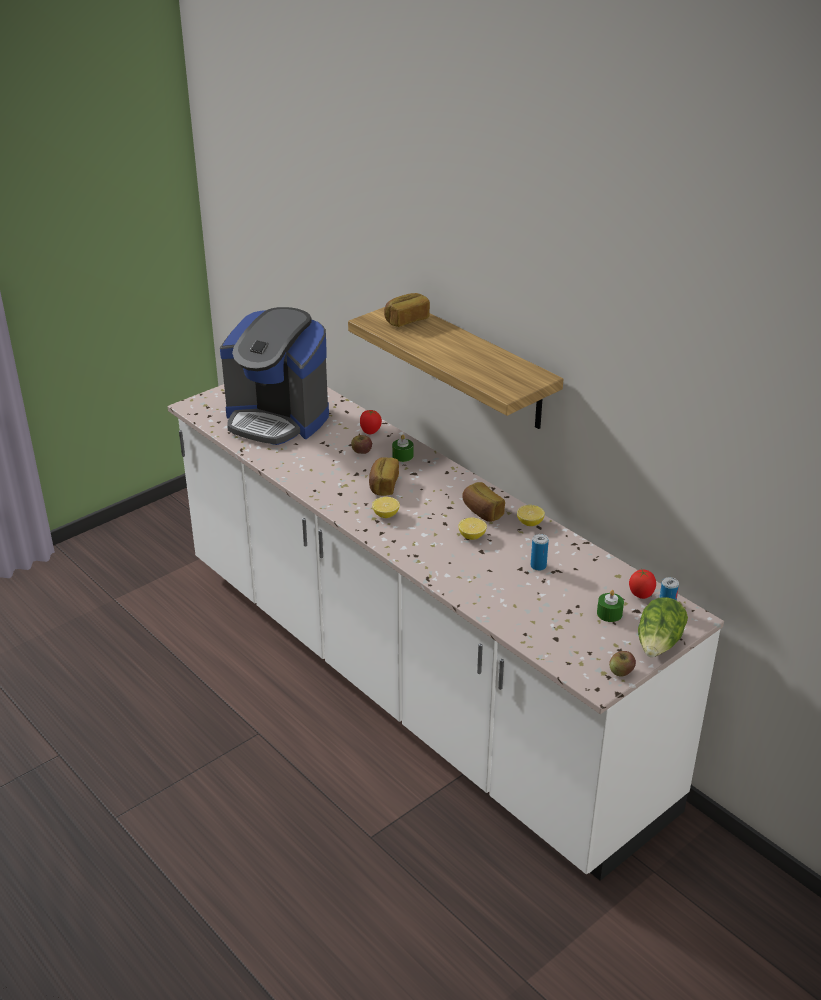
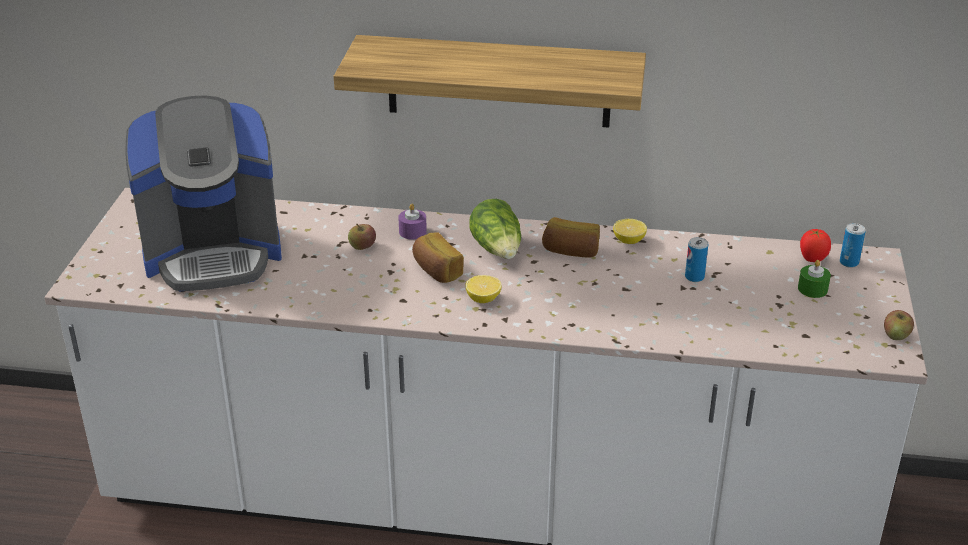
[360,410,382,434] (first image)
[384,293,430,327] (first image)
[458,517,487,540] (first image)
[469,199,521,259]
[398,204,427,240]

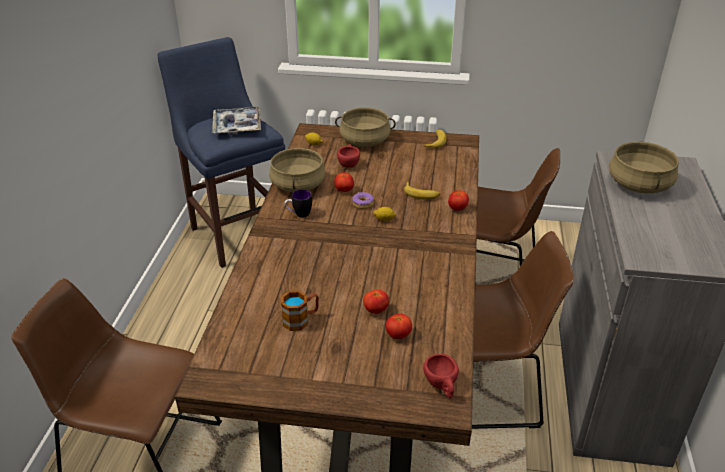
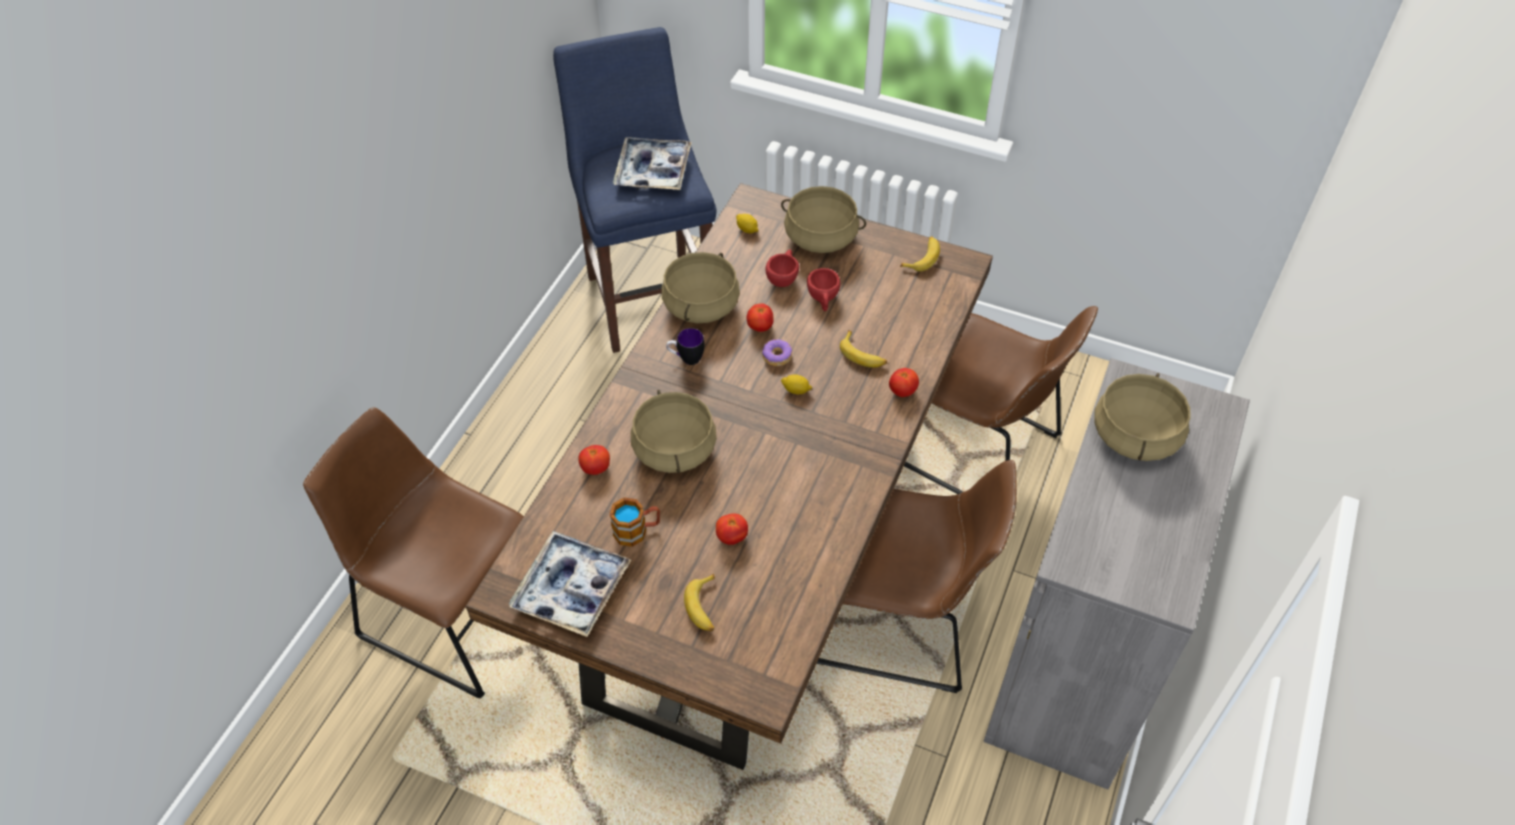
[509,531,631,637]
[631,390,717,473]
[684,573,715,632]
[578,445,610,475]
[807,268,840,311]

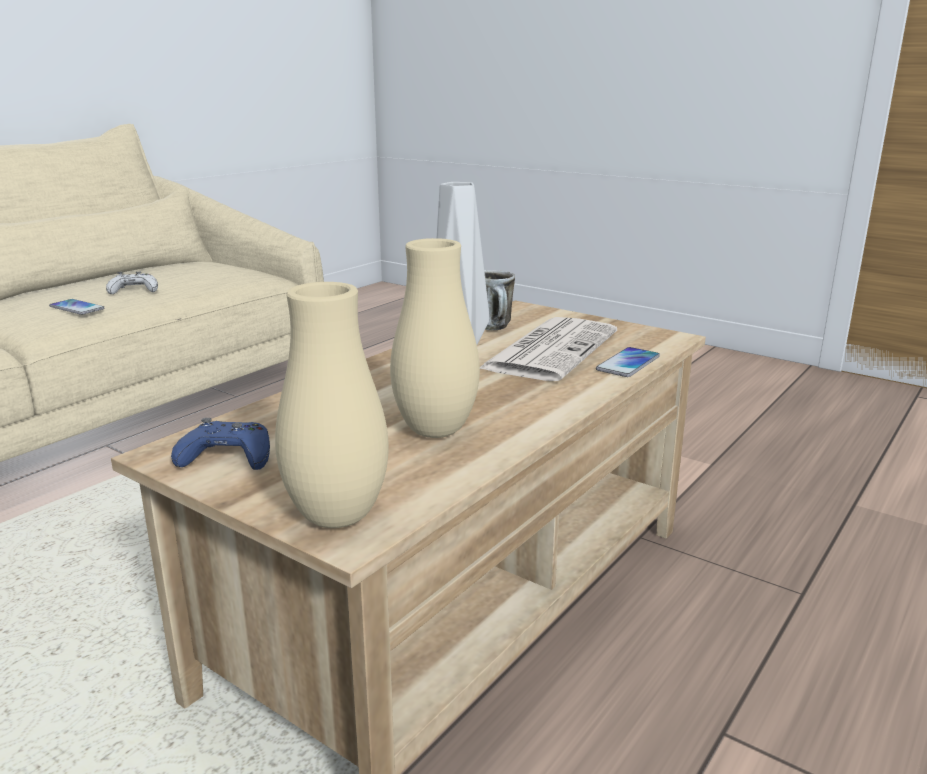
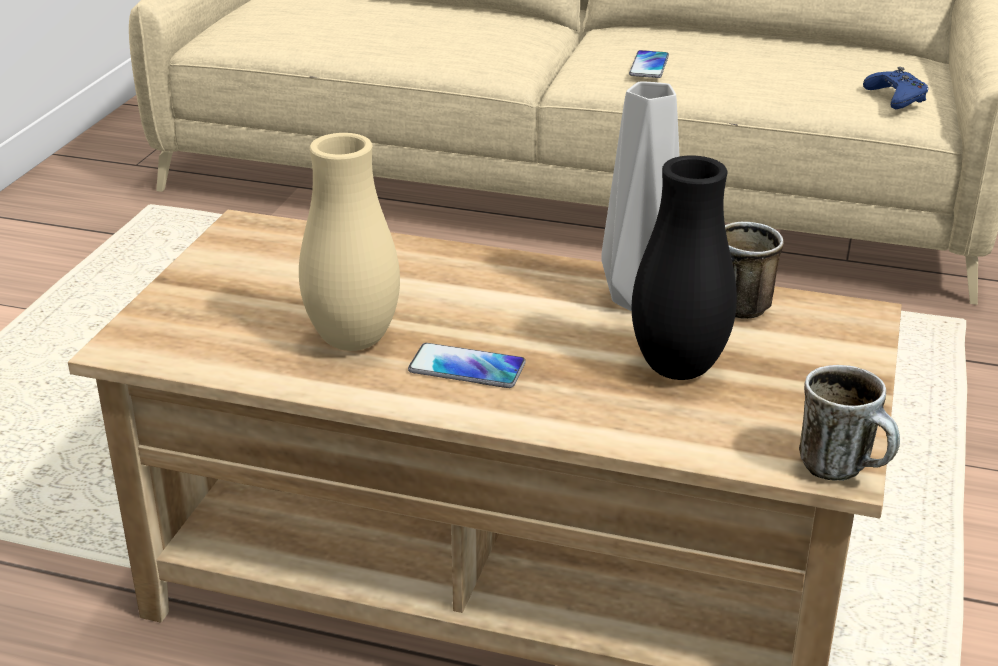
[106,272,158,294] (first image)
[275,282,389,528] (first image)
[799,365,900,481]
[863,67,928,109]
[408,343,526,388]
[632,156,737,380]

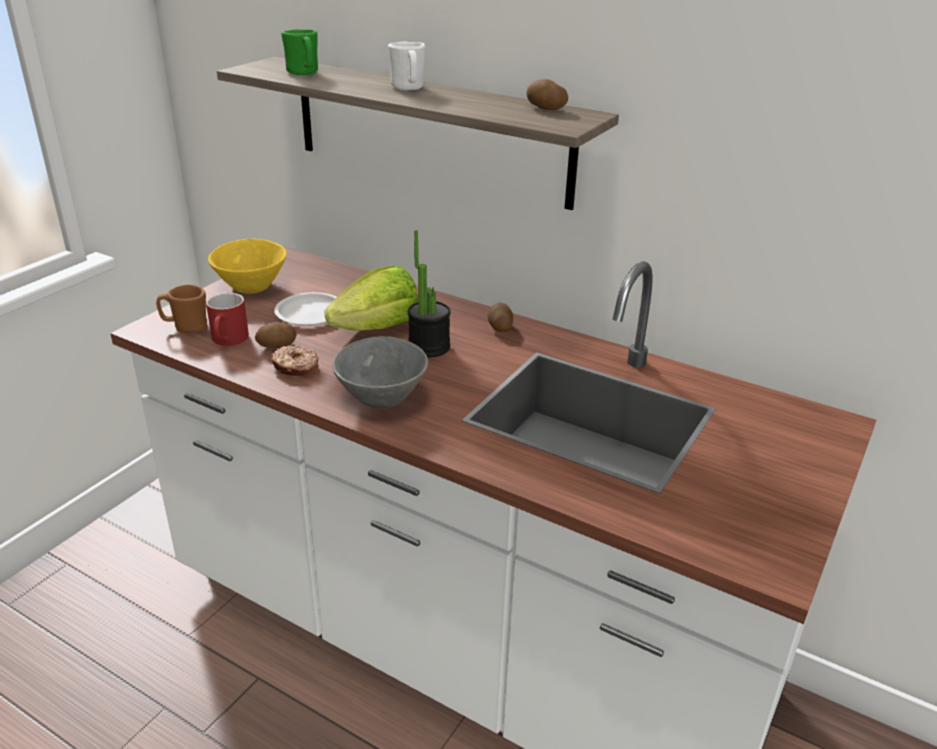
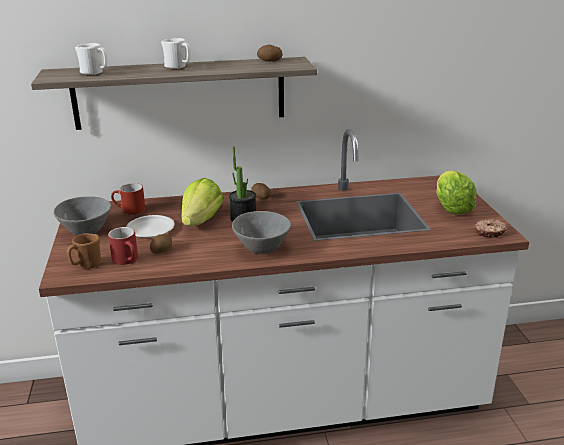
[111,183,146,215]
[436,170,477,215]
[475,219,507,238]
[53,196,111,235]
[75,43,108,75]

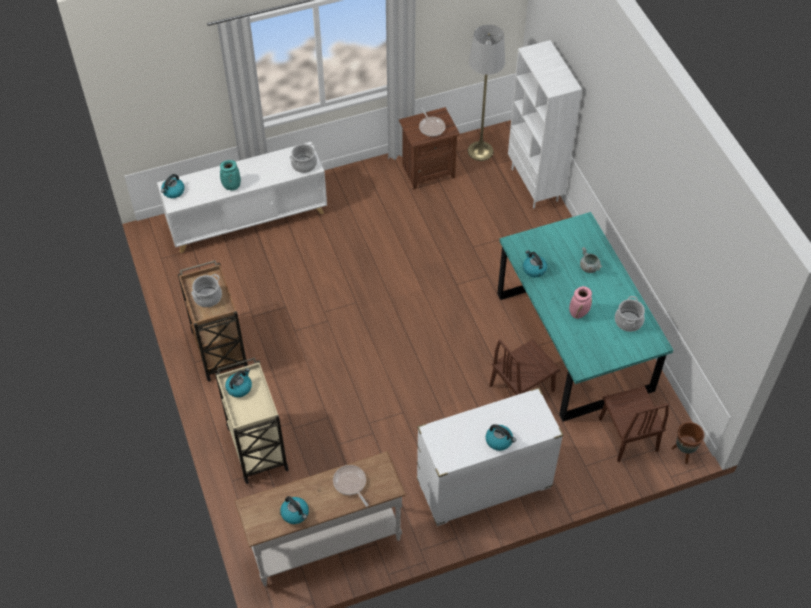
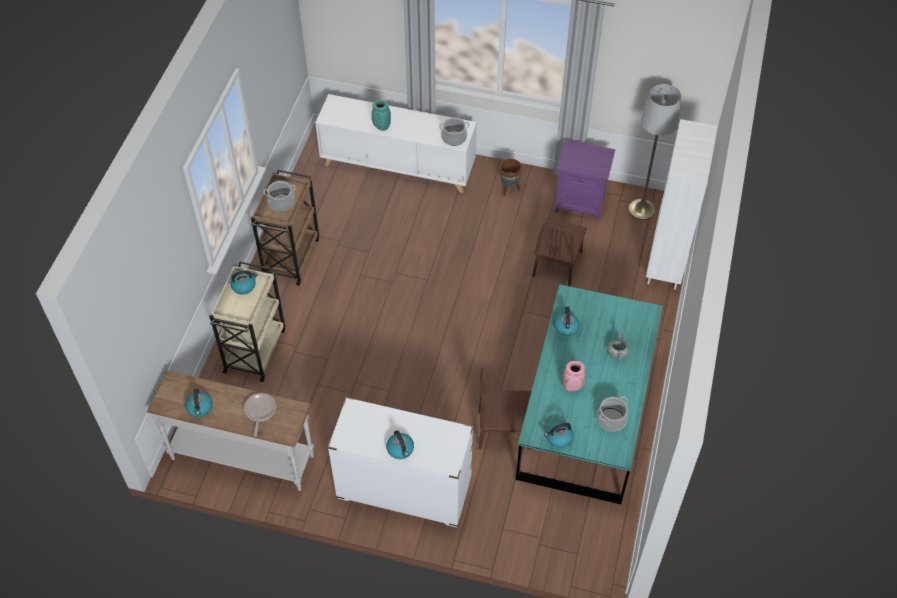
[419,107,445,137] (first image)
[544,422,574,448]
[532,217,587,286]
[499,158,522,196]
[555,140,615,221]

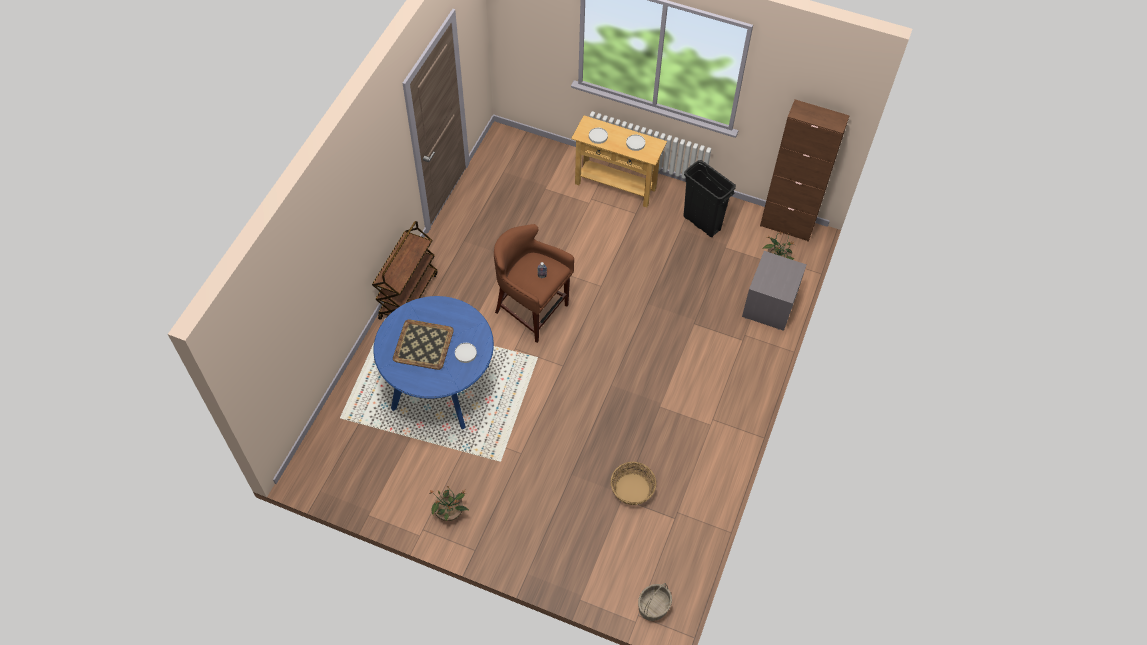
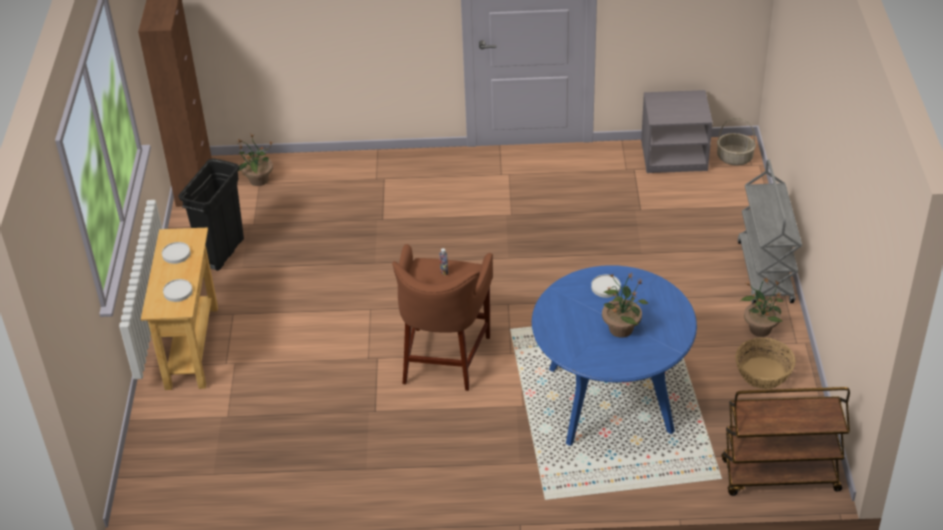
[738,160,802,304]
[722,387,850,496]
[735,338,796,389]
[641,90,713,173]
[602,273,648,338]

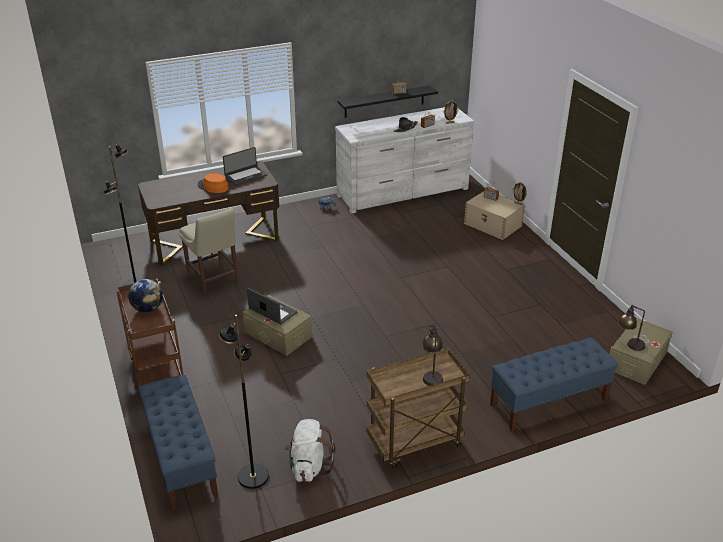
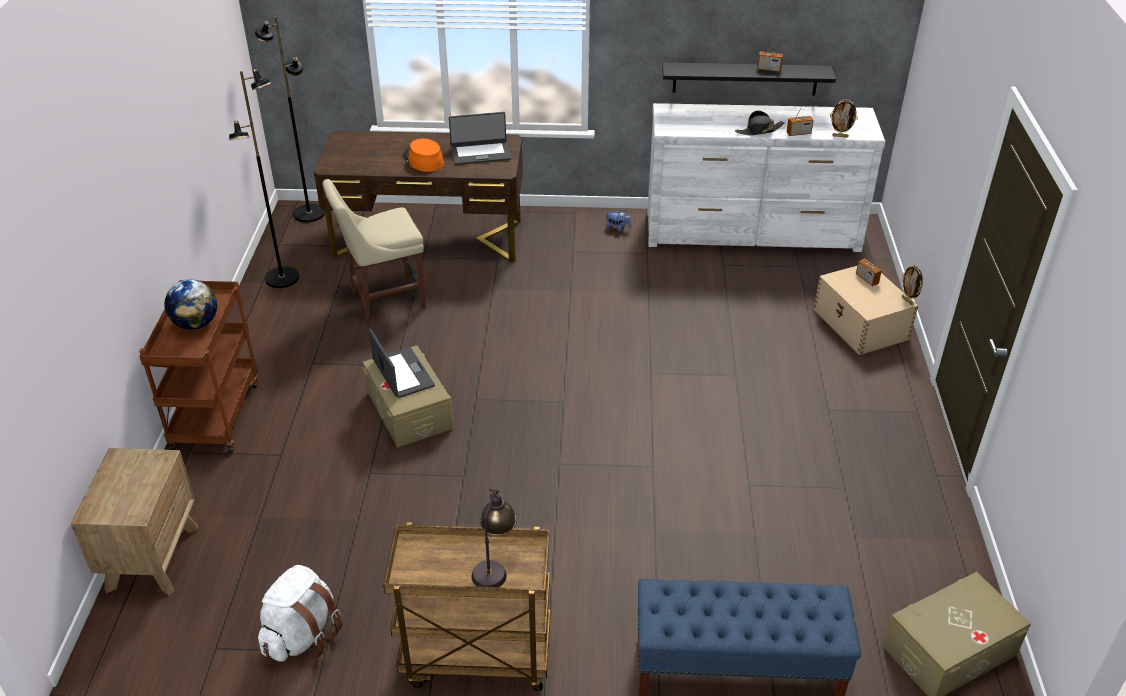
[618,305,646,351] (first image)
[254,16,325,222]
[70,448,199,595]
[323,179,426,323]

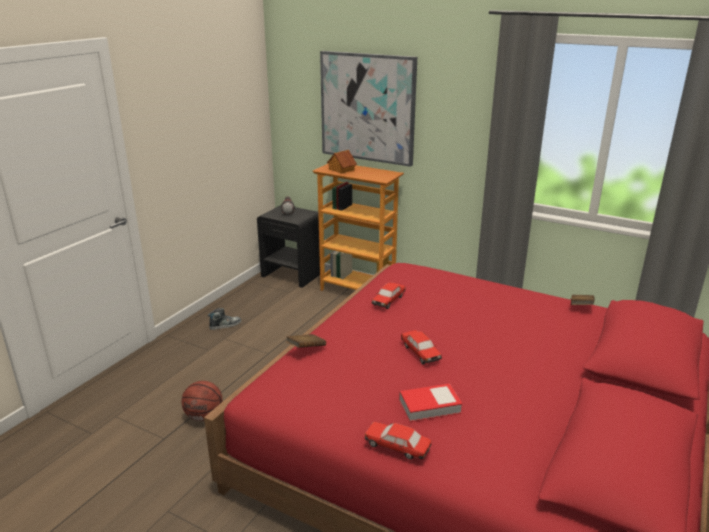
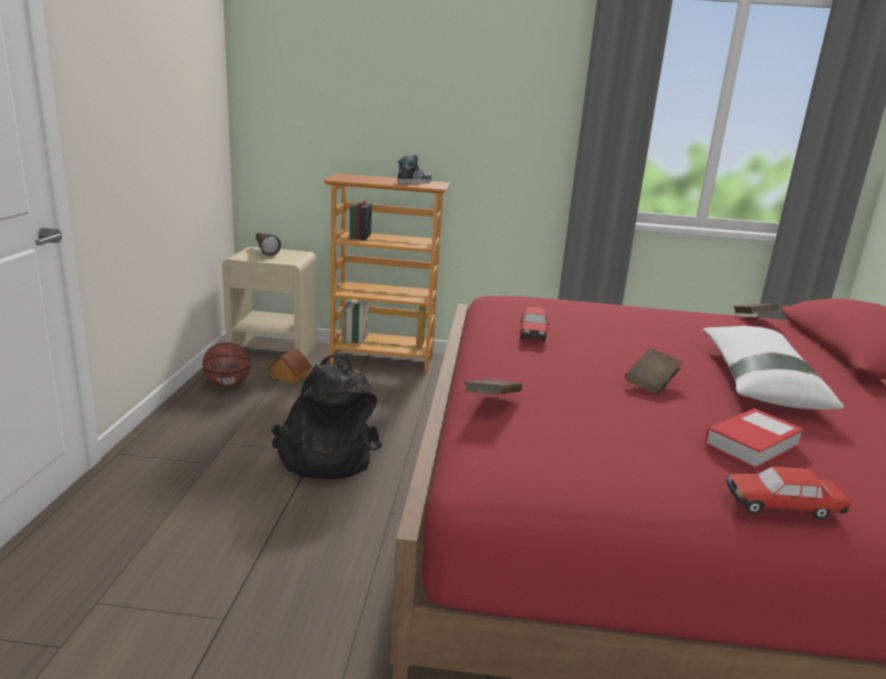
[320,51,417,167] (first image)
[271,353,382,479]
[703,326,844,410]
[203,342,250,388]
[397,155,432,184]
[267,347,312,384]
[625,348,683,395]
[222,247,317,358]

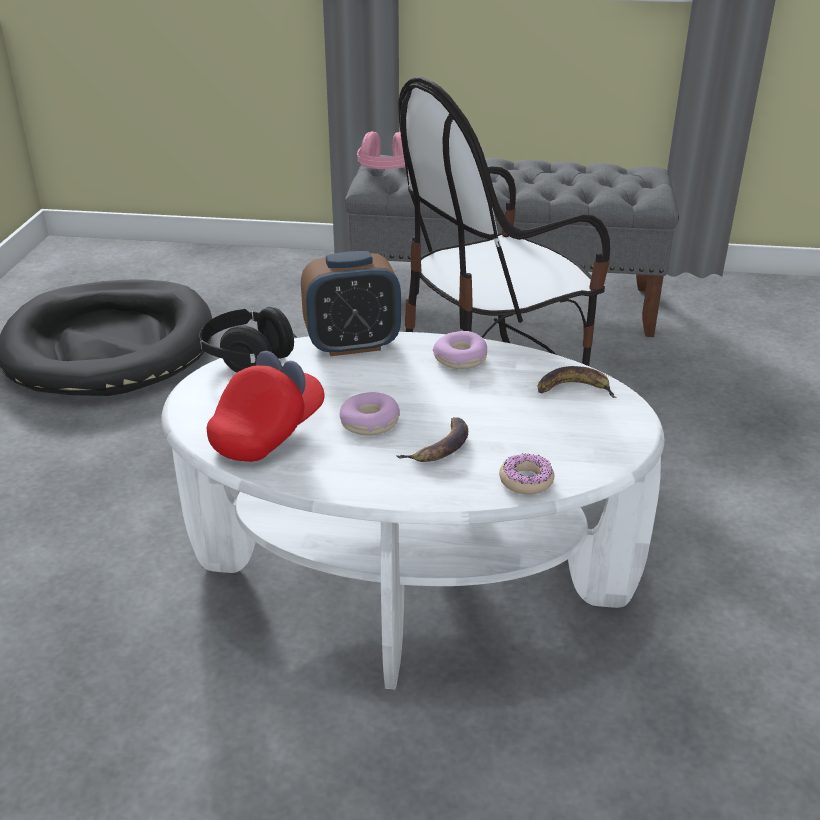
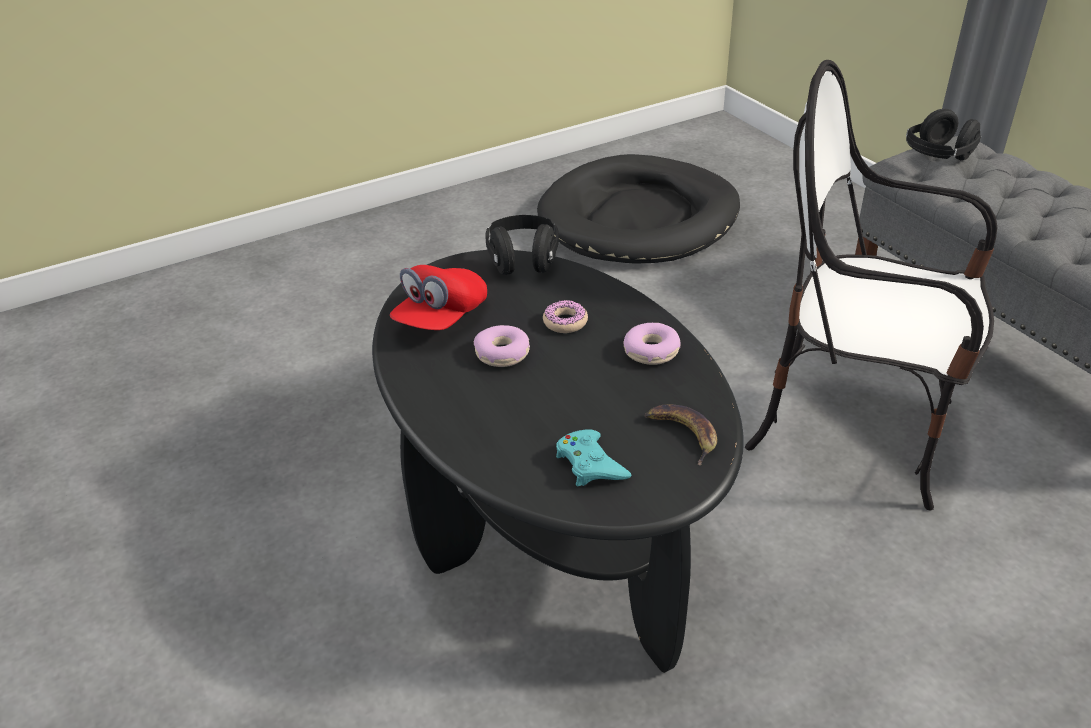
[301,251,401,356] (first image)
[397,417,468,462] (first image)
[556,430,631,486]
[543,300,588,333]
[372,250,744,673]
[906,109,981,160]
[390,265,487,330]

